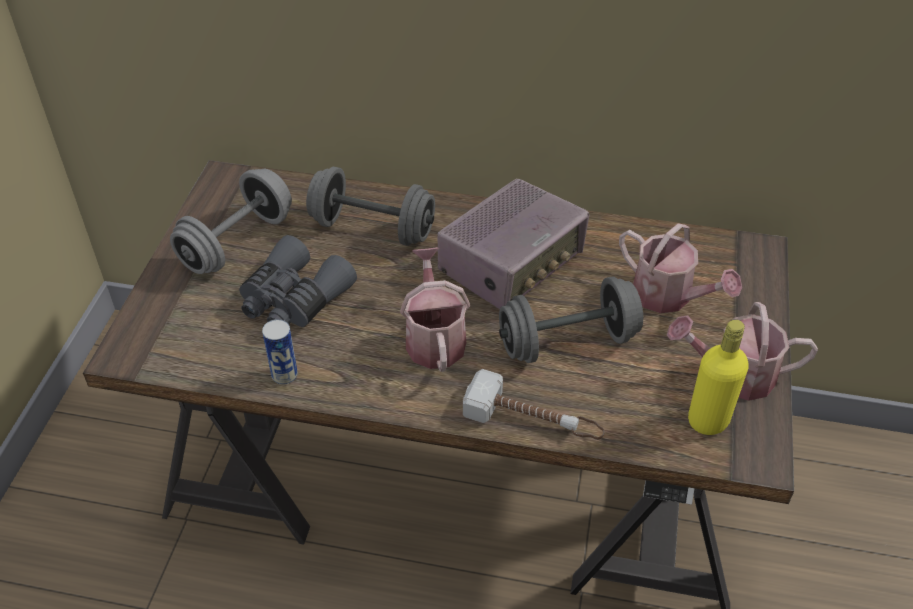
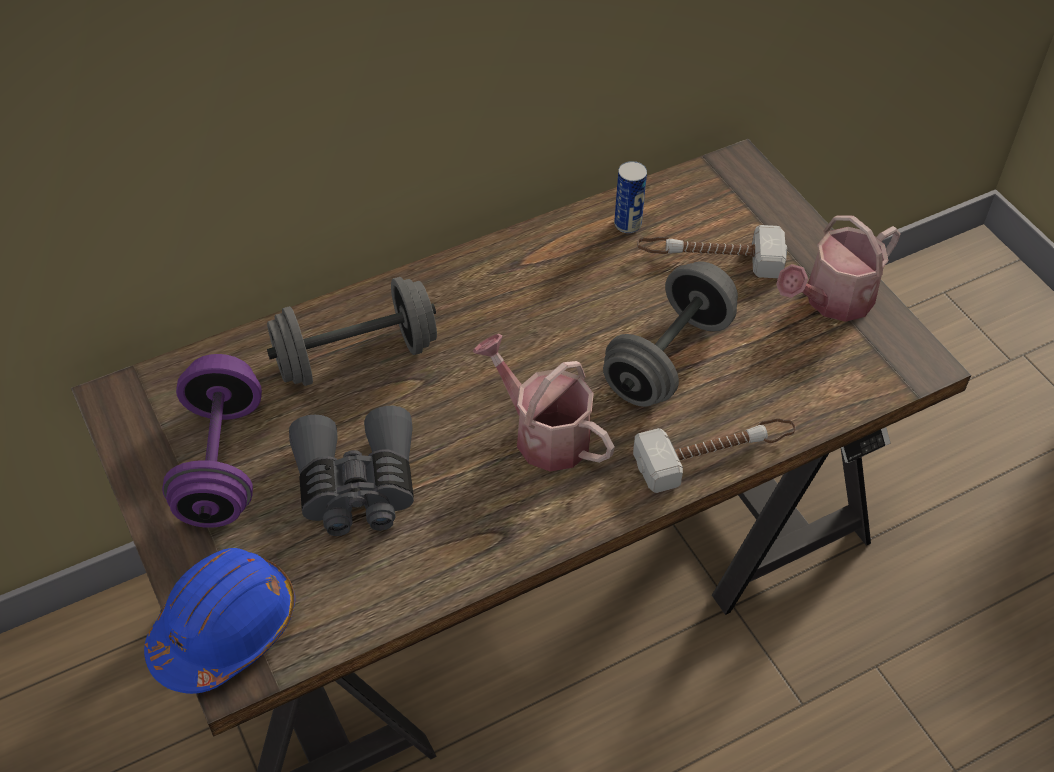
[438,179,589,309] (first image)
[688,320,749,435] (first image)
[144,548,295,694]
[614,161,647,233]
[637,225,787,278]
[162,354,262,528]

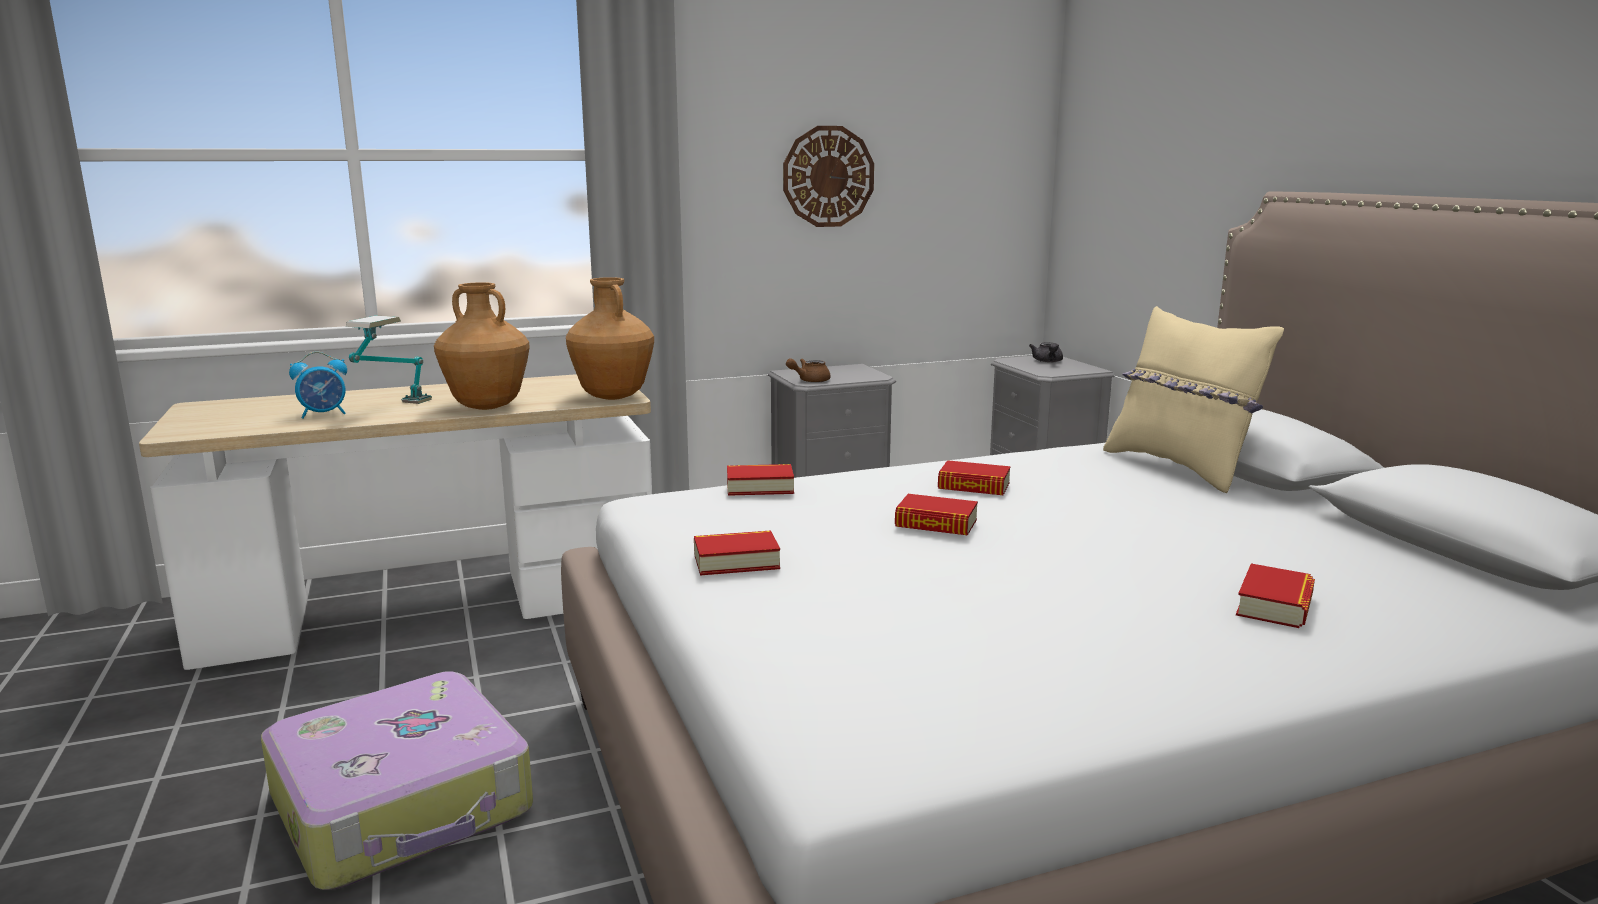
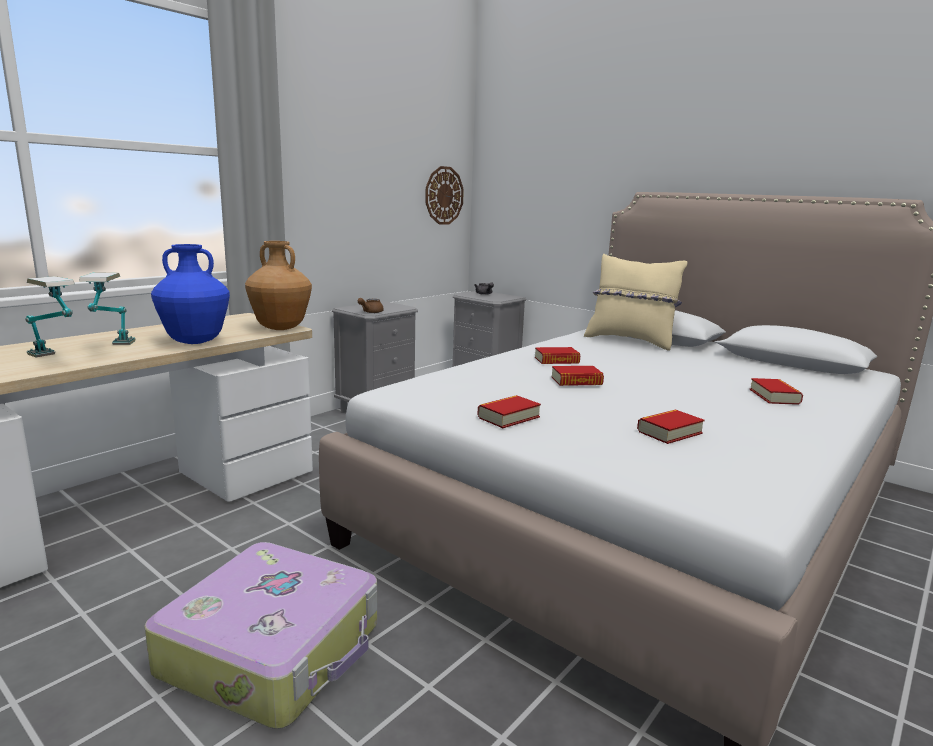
[637,409,705,444]
[425,166,464,225]
[25,276,75,357]
[151,244,230,344]

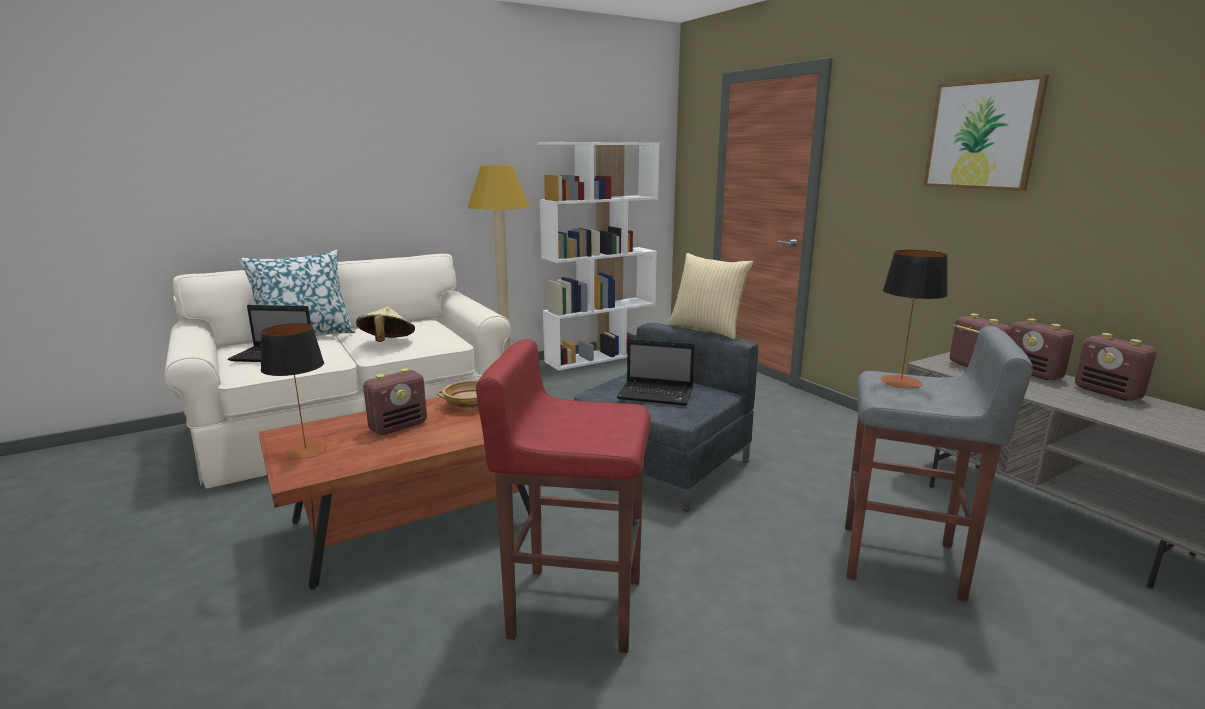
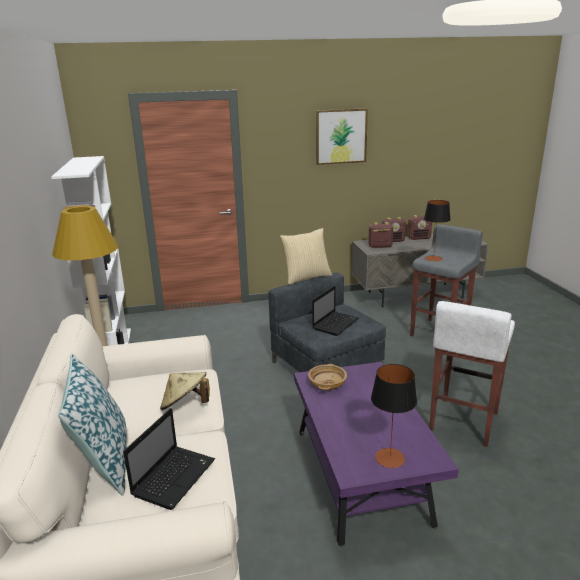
[363,368,427,435] (first image)
[294,362,459,546]
[429,301,515,447]

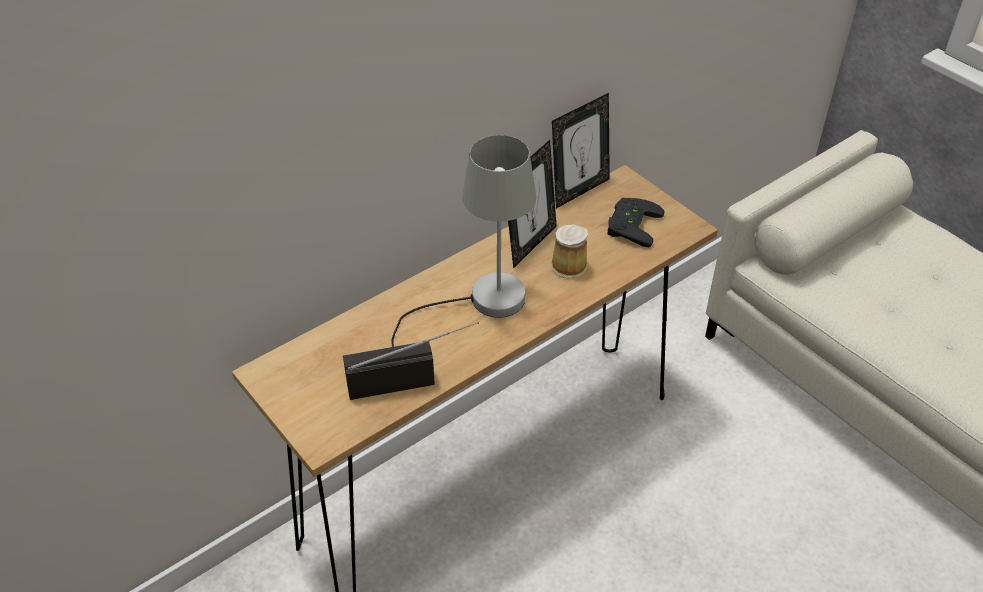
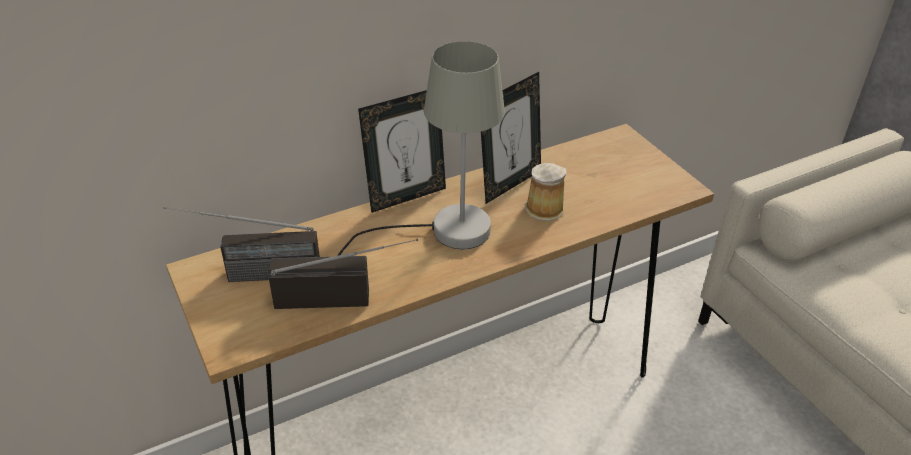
[607,198,665,247] (first image)
[164,207,320,282]
[358,90,446,213]

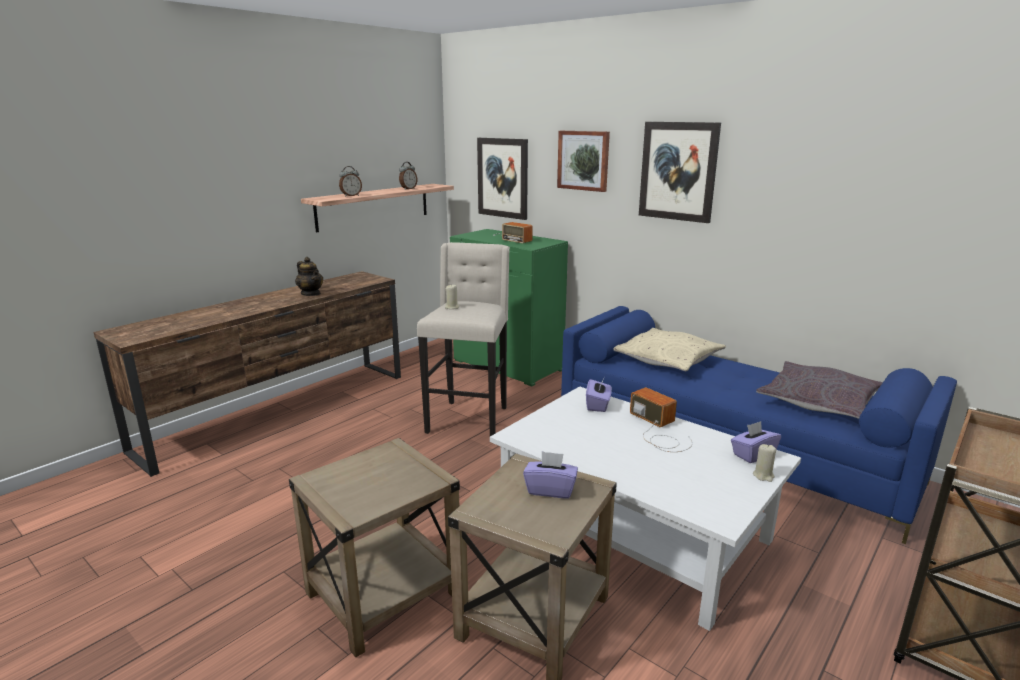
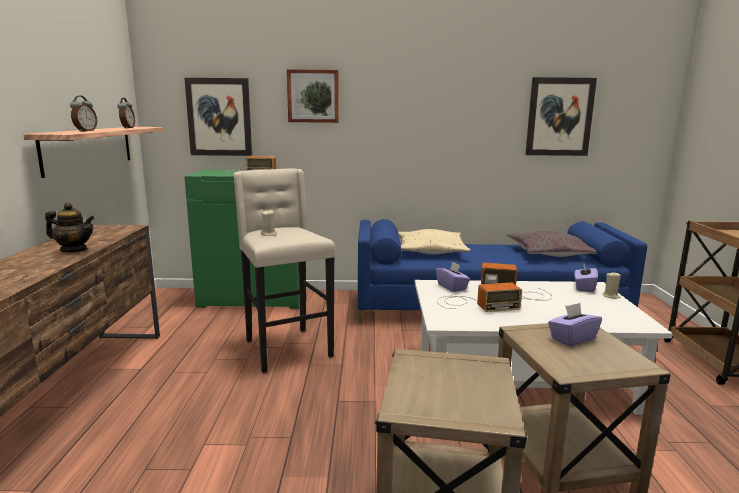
[437,282,522,312]
[525,77,597,156]

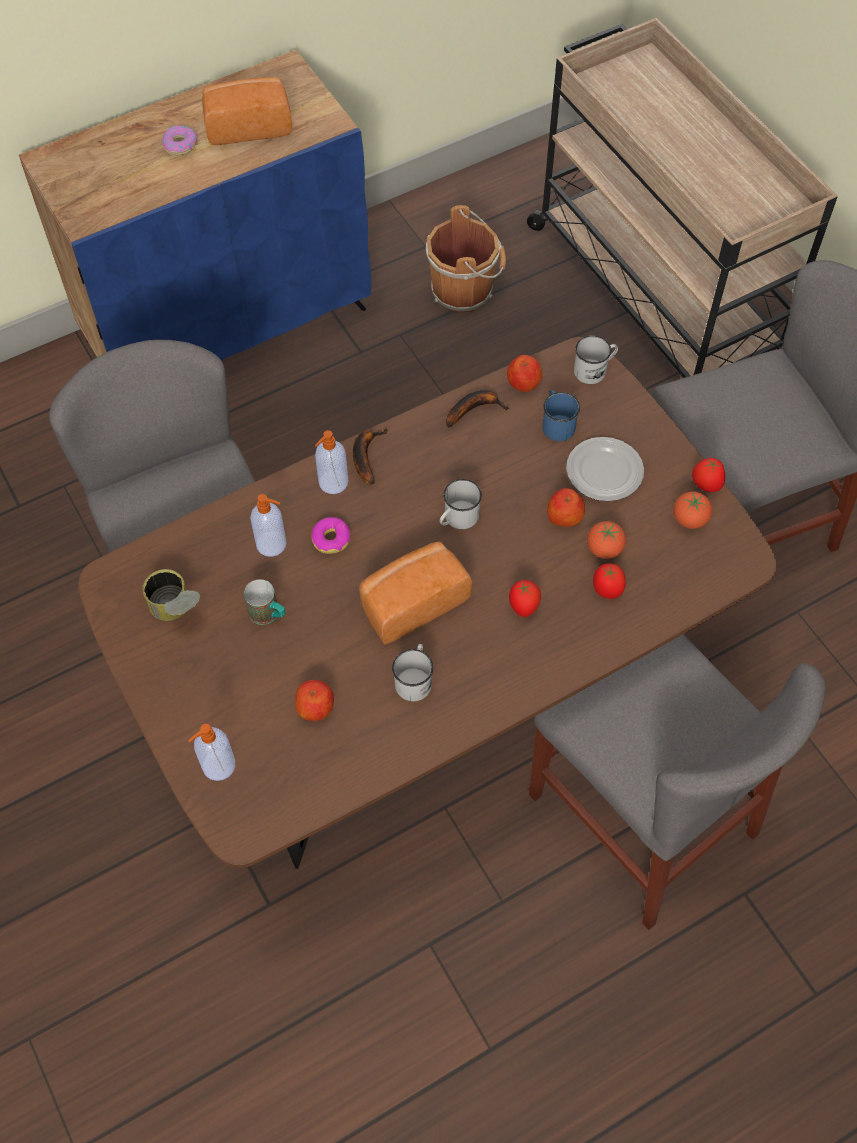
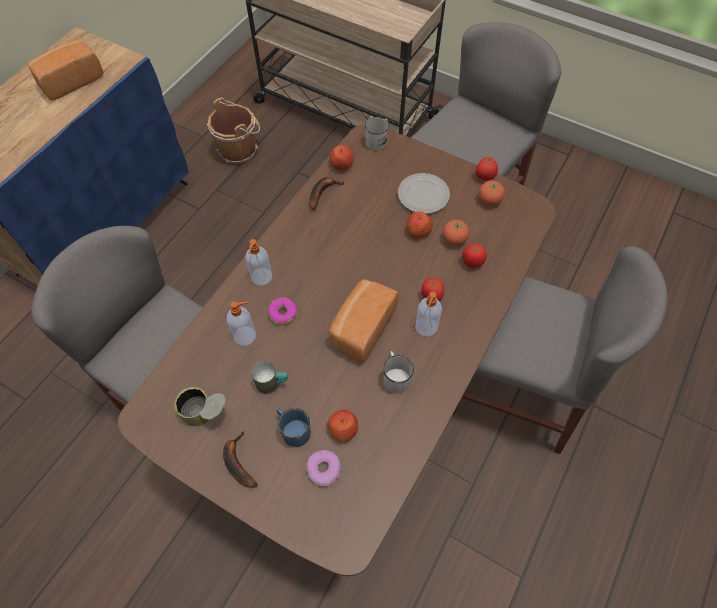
[440,479,482,529] (first image)
[306,450,341,487]
[415,292,442,337]
[223,431,258,488]
[276,408,311,447]

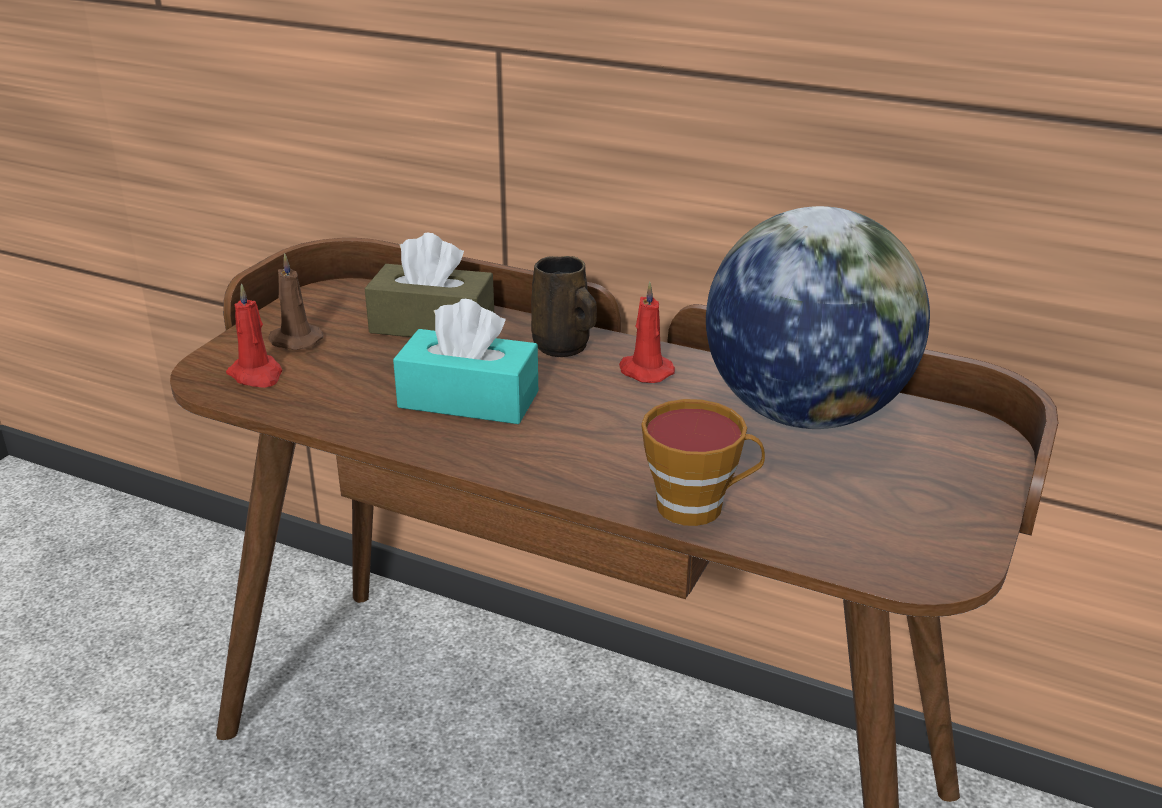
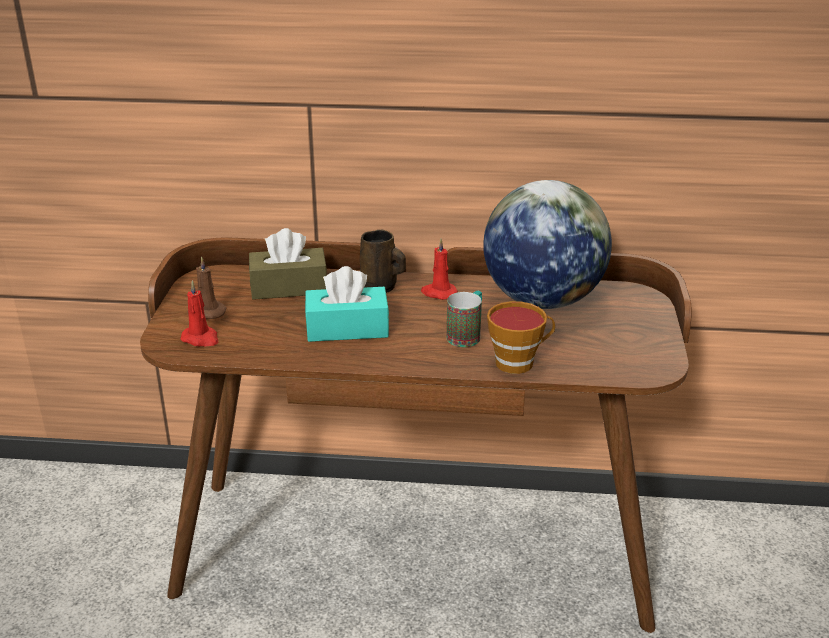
[447,291,482,347]

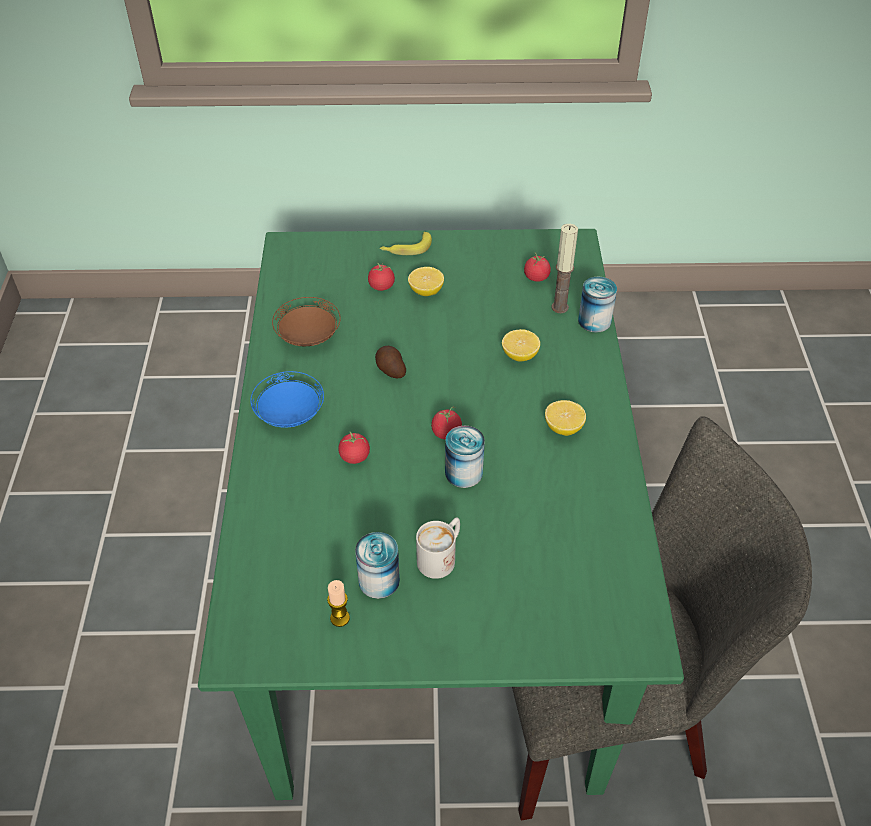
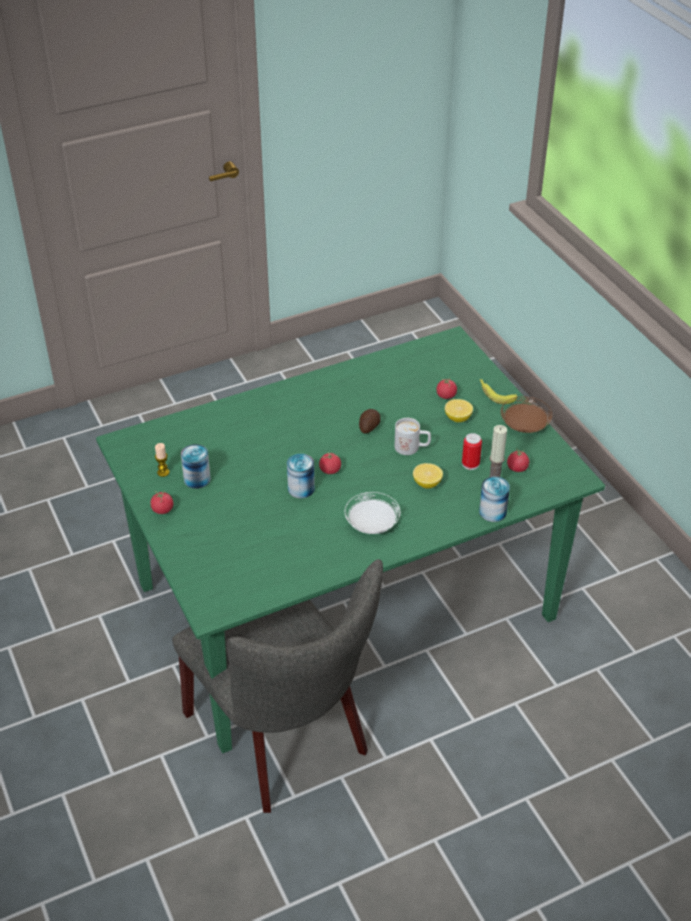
[251,371,324,428] (first image)
[462,433,482,470]
[501,396,552,433]
[150,491,173,514]
[395,418,431,455]
[345,492,400,534]

